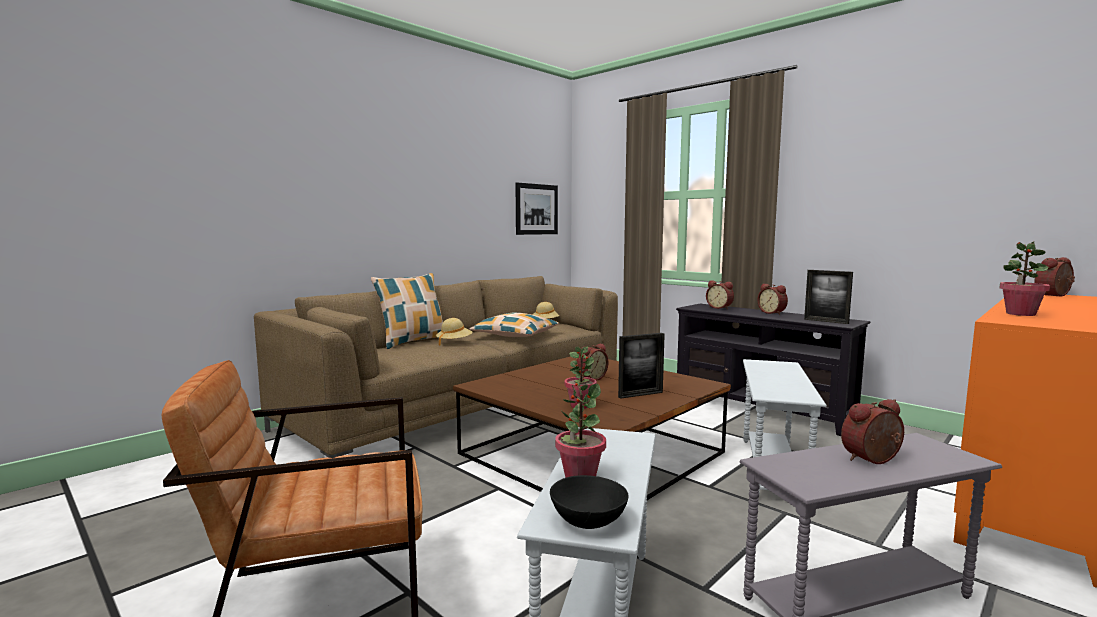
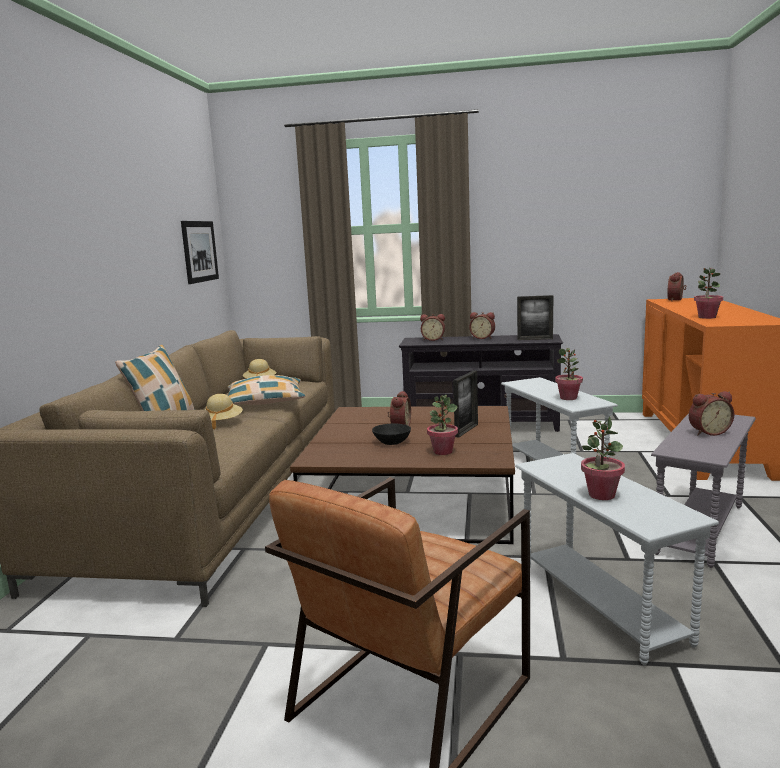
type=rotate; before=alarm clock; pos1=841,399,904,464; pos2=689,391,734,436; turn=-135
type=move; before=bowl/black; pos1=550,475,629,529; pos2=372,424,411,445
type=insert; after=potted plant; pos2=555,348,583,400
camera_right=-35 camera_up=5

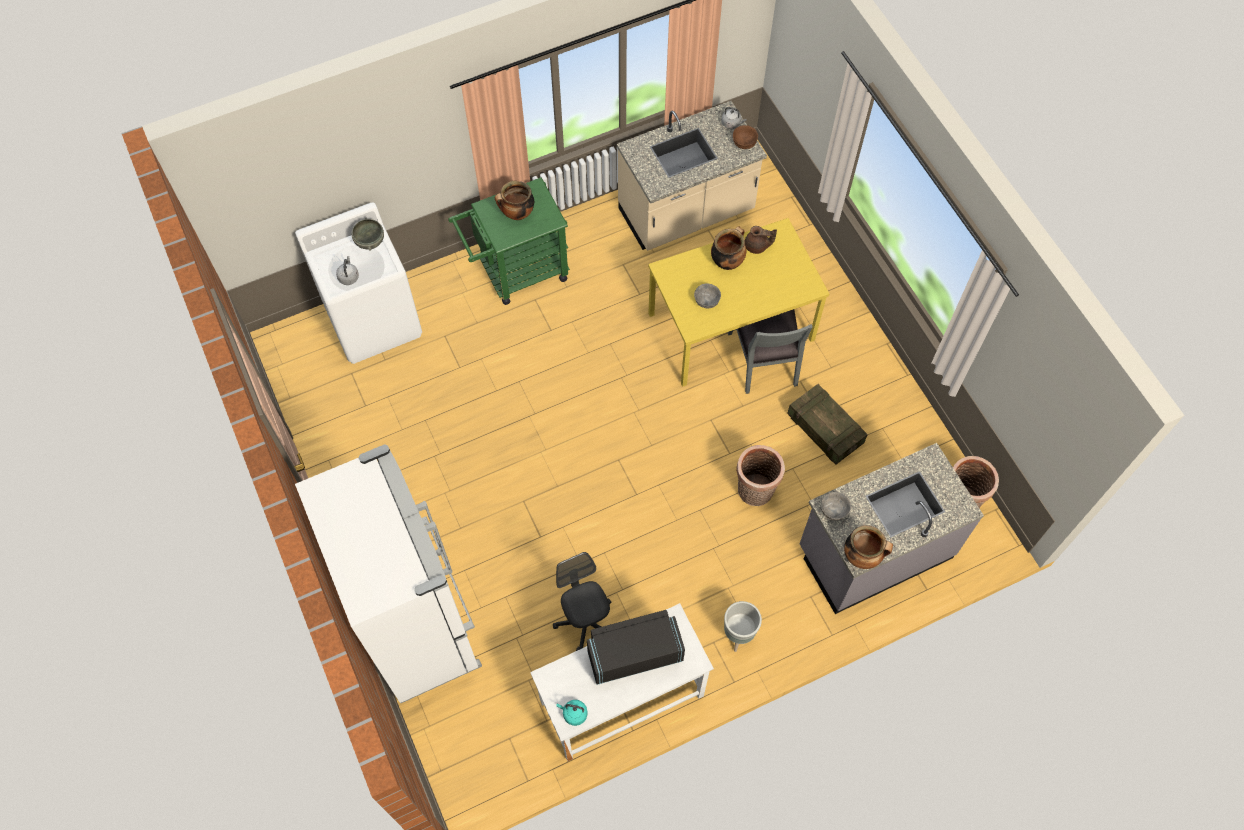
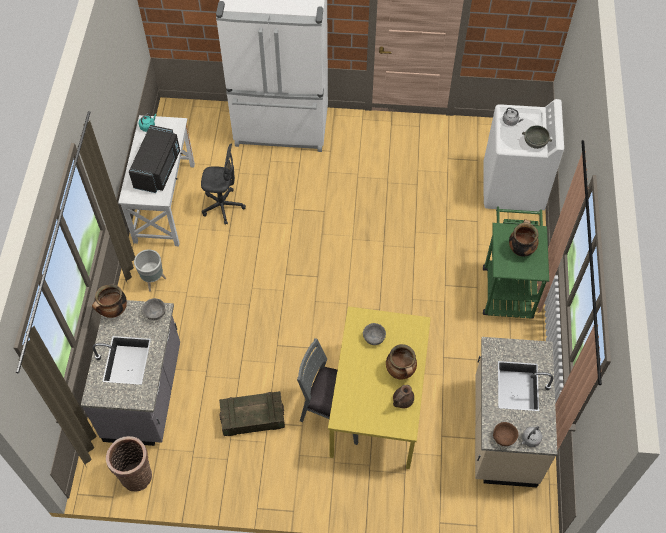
type=delete; before=basket; pos1=736,445,785,506
camera_right=120 camera_up=-5

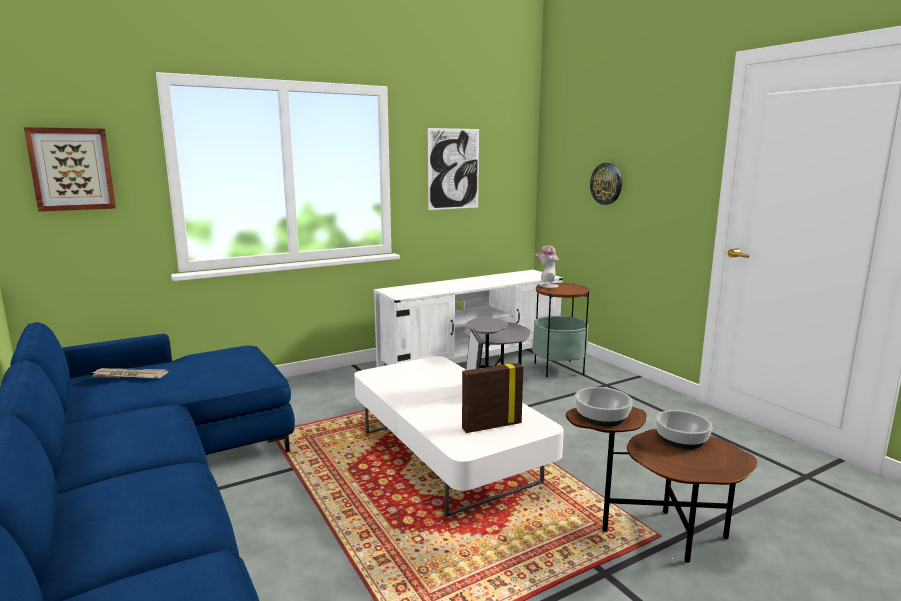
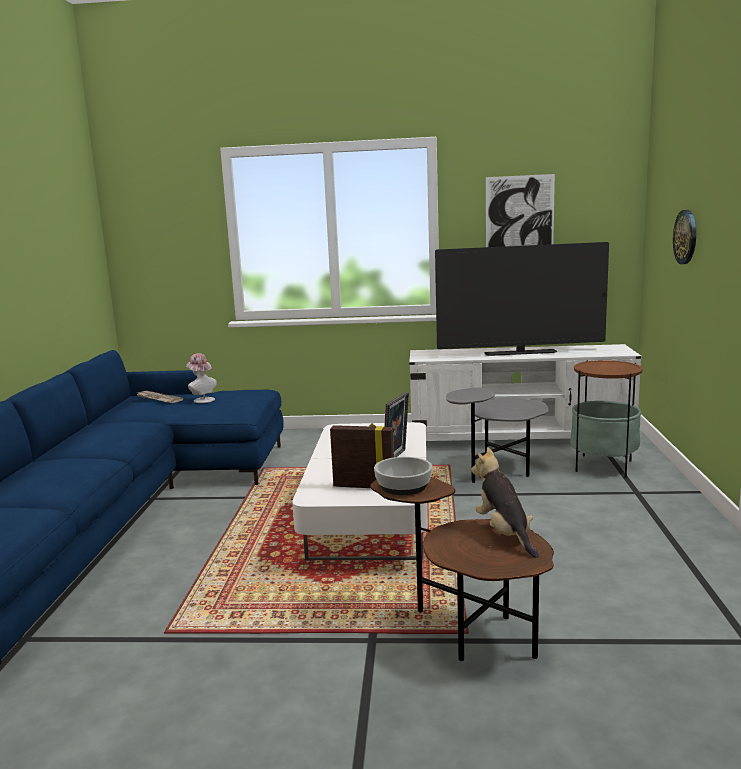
type=delete; before=picture; pos1=24,127,116,212
type=move; before=hat; pos1=535,245,559,288; pos2=186,353,217,403
type=replace; before=bowl; after=plush toy; pos1=656,410,712,449; pos2=471,447,539,558
type=insert; after=television; pos2=435,242,609,356
camera_right=35 camera_up=0

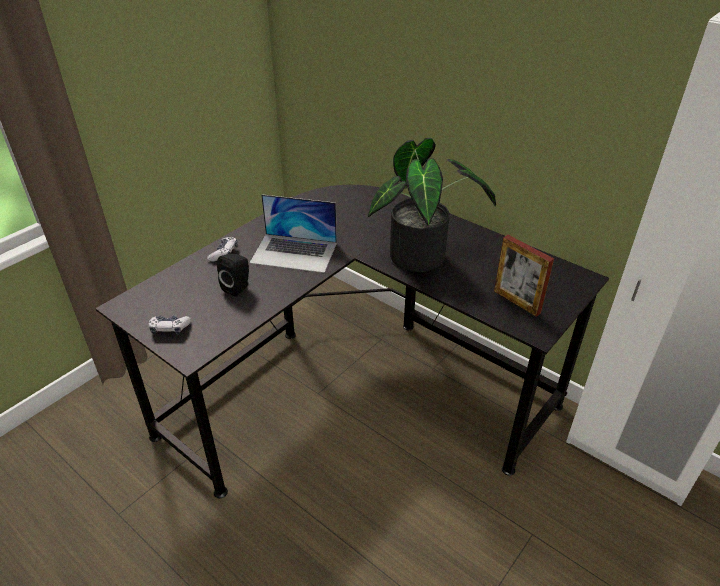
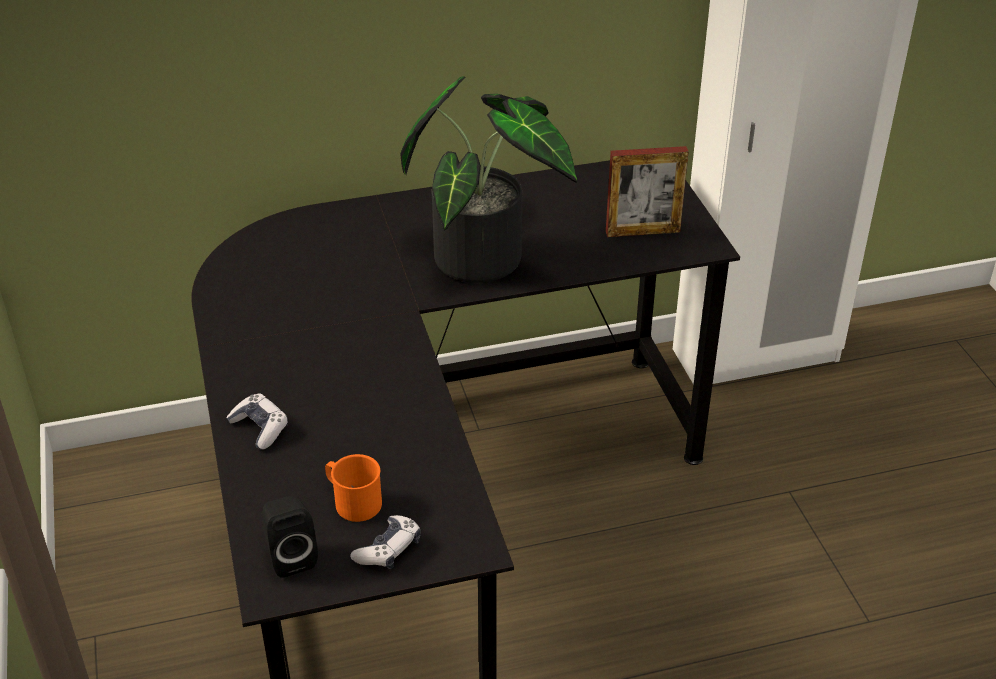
type=delete; before=laptop; pos1=250,194,337,273
type=move; before=speaker/black; pos1=217,254,249,297; pos2=262,496,318,578
type=insert; after=mug/orange; pos2=325,454,382,522
camera_right=-55 camera_up=0

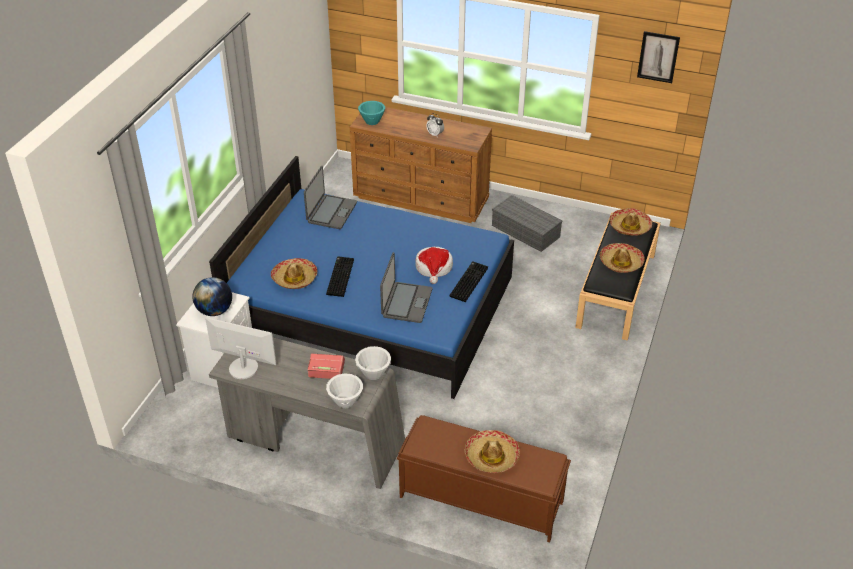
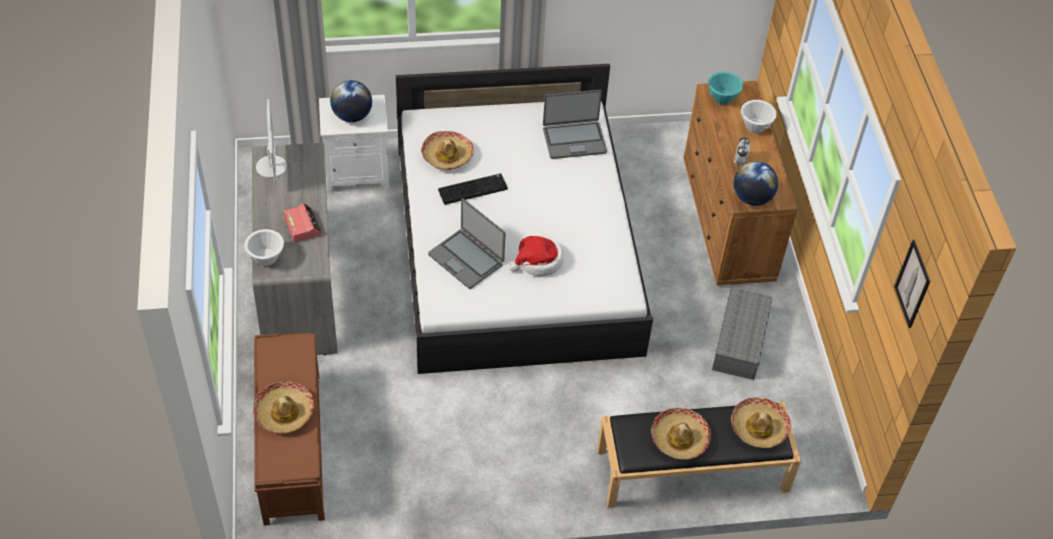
type=recolor; before=bed/blue; after=bed/white; pos1=209,156,514,399; pos2=396,64,653,374
type=rotate; before=laptop; pos1=380,252,432,323; pos2=428,198,506,289; turn=60
type=delete; before=keyboard; pos1=449,261,488,302
type=move; before=bowl/white; pos1=355,346,391,380; pos2=741,100,777,134
type=insert; after=globe; pos2=733,161,778,206
camera_right=60 camera_up=10

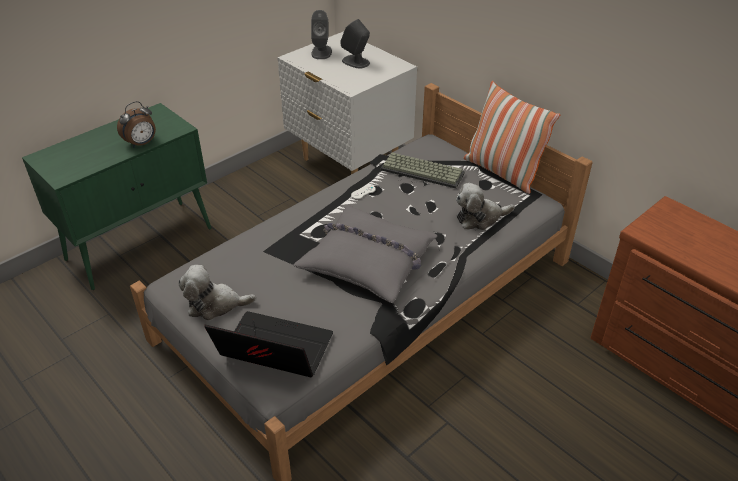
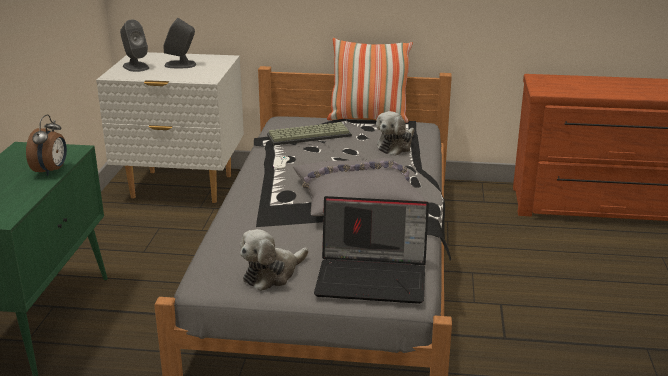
type=rotate; before=laptop; pos1=204,311,333,377; pos2=314,196,429,304; turn=-150
camera_right=-40 camera_up=-15

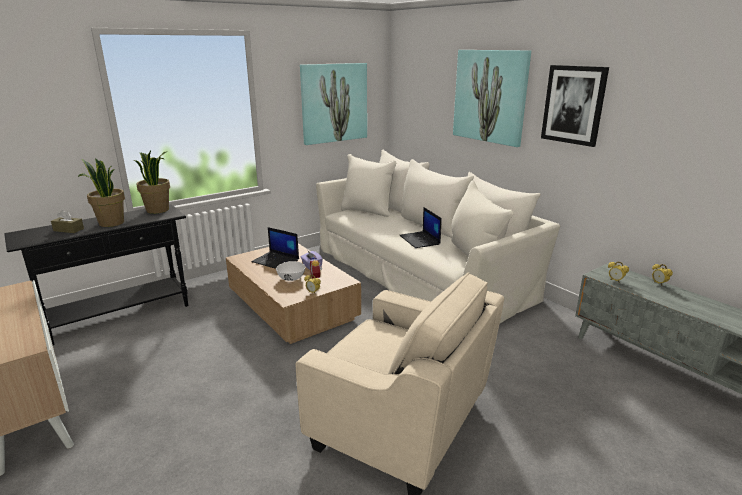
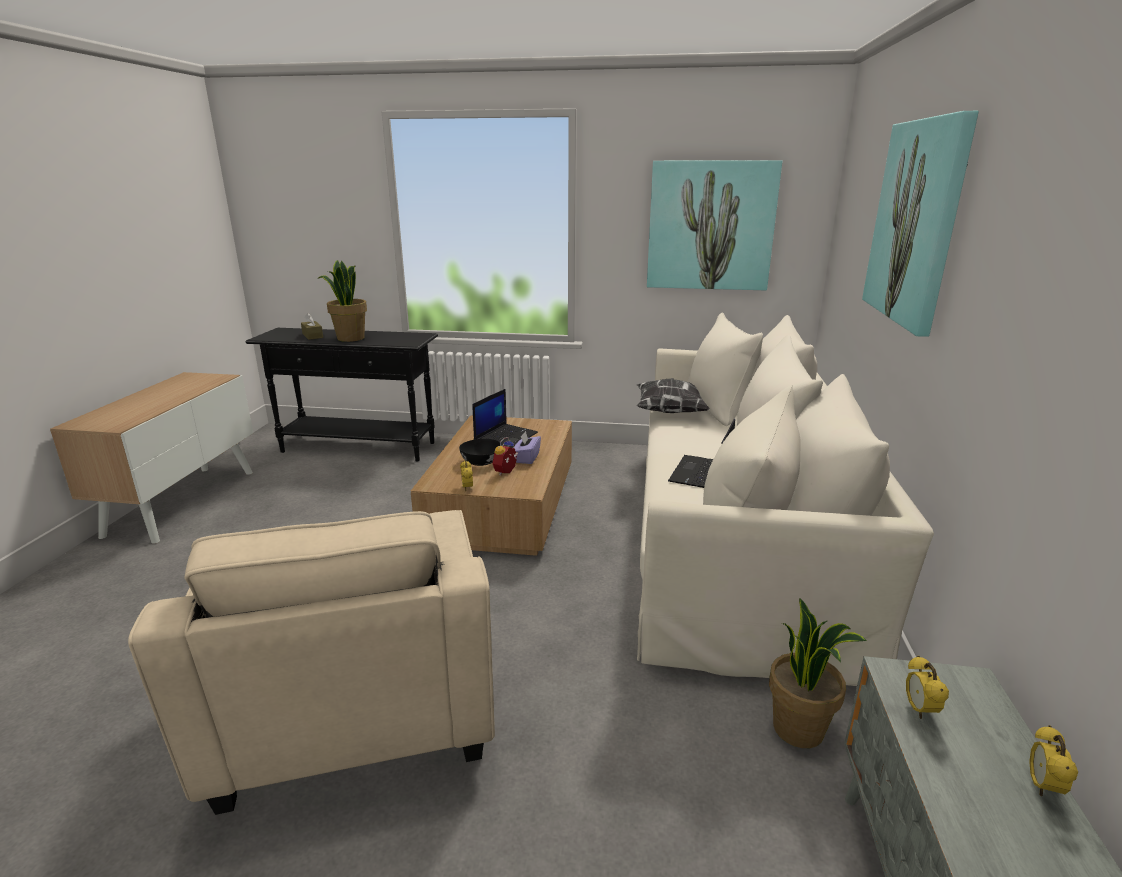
type=delete; before=picture; pos1=541,65,609,147
type=move; before=potted plant; pos1=134,150,170,214; pos2=769,598,867,748
type=rotate; before=laptop; pos1=251,227,299,269; pos2=472,389,538,448; turn=-135
type=recolor; before=bowl/white; after=bowl/black; pos1=276,261,305,281; pos2=459,439,500,466
type=insert; after=pillow; pos2=637,378,710,413
camera_right=45 camera_up=0

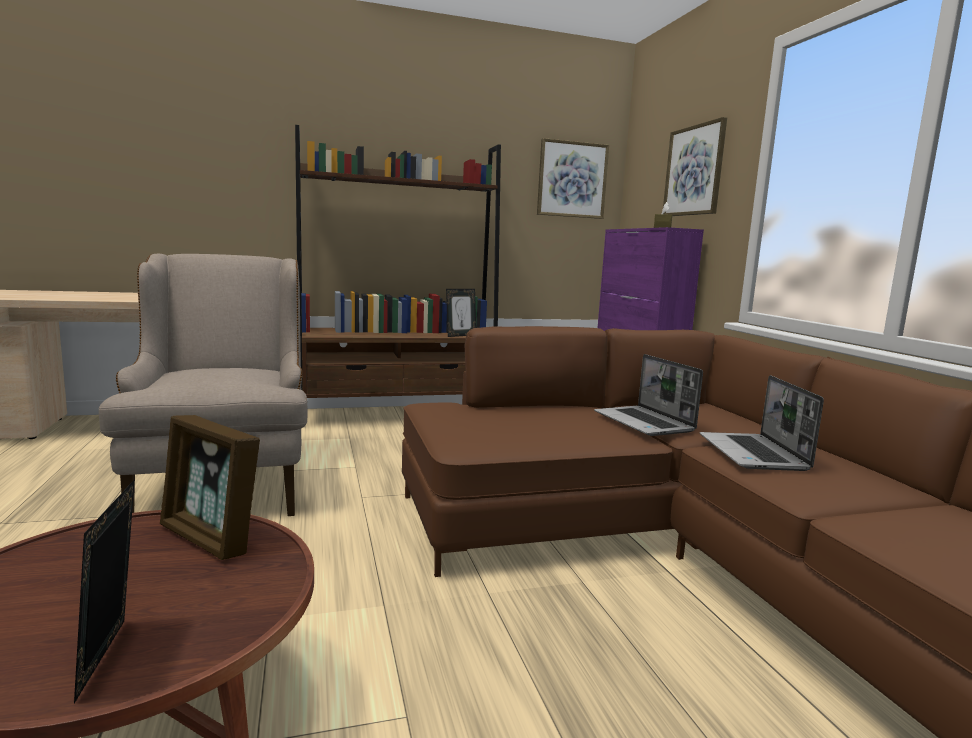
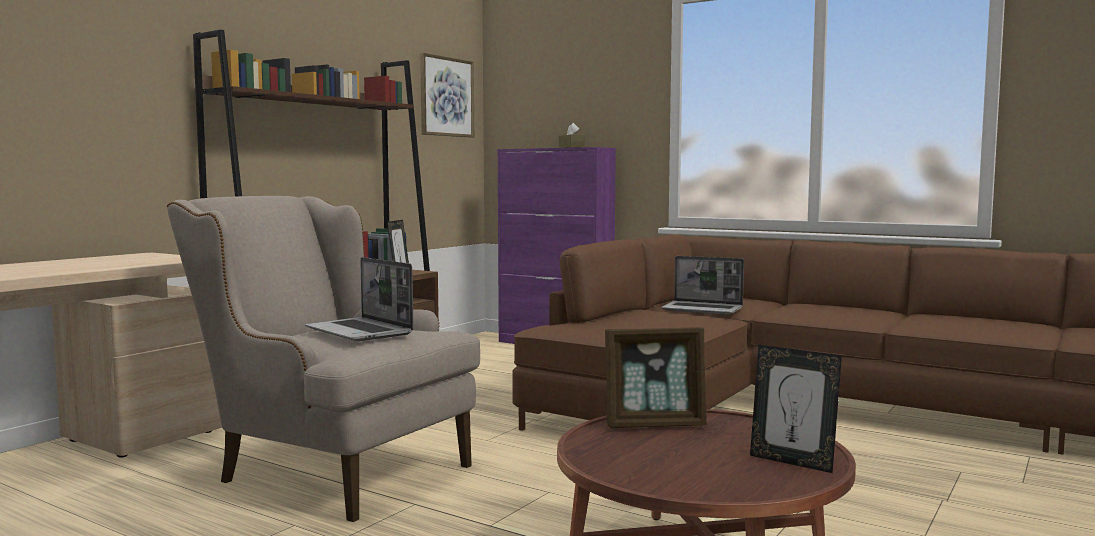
type=delete; before=picture; pos1=663,117,727,216
type=move; before=laptop; pos1=700,375,824,471; pos2=305,257,414,341
camera_right=-40 camera_up=-5

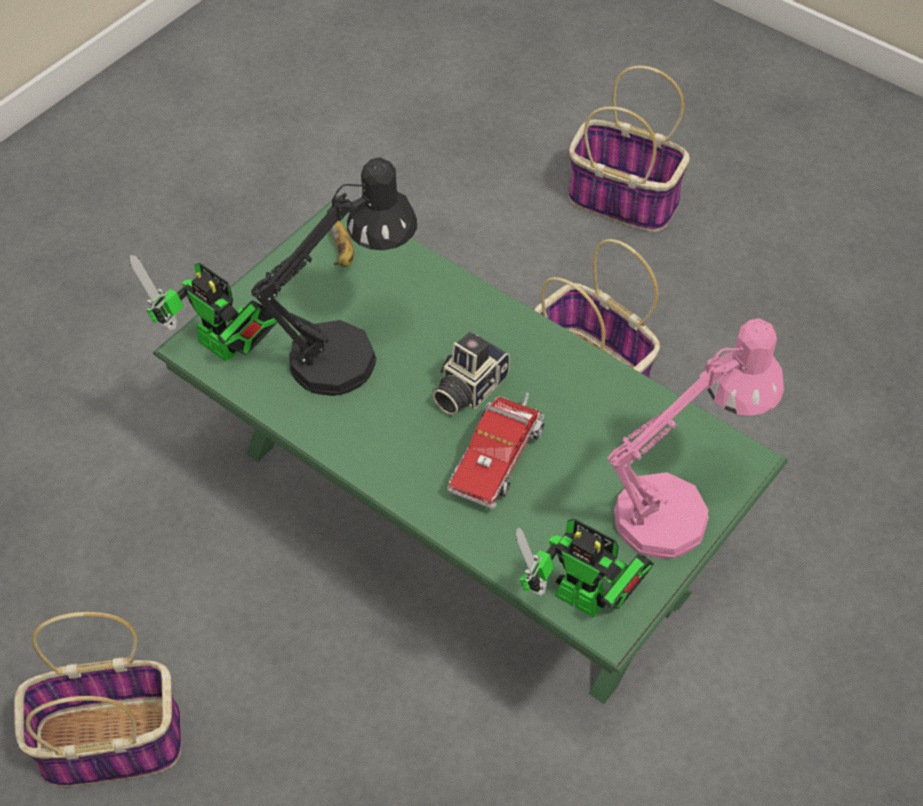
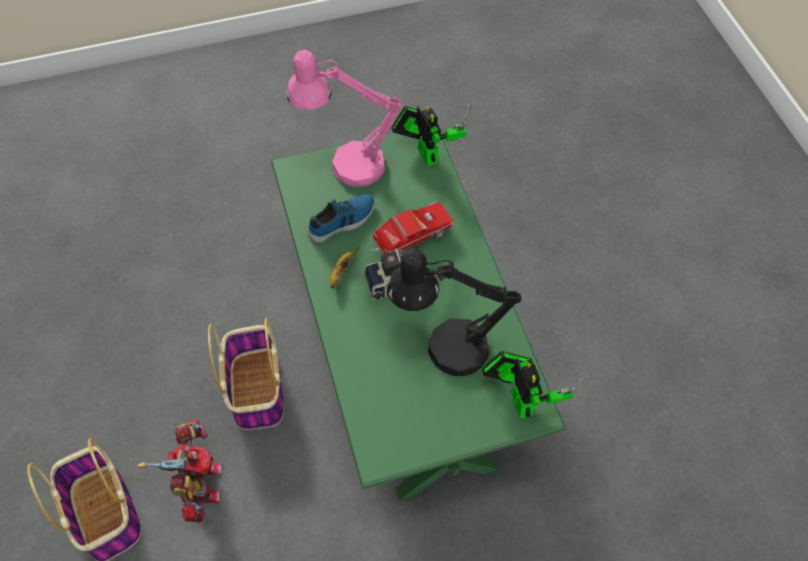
type=move; before=banana; pos1=330,221,354,267; pos2=330,247,360,288
type=delete; before=basket; pos1=14,612,182,787
type=insert; after=shoe; pos2=308,194,375,243
type=insert; after=toy robot; pos2=137,419,222,523
camera_right=-145 camera_up=5

